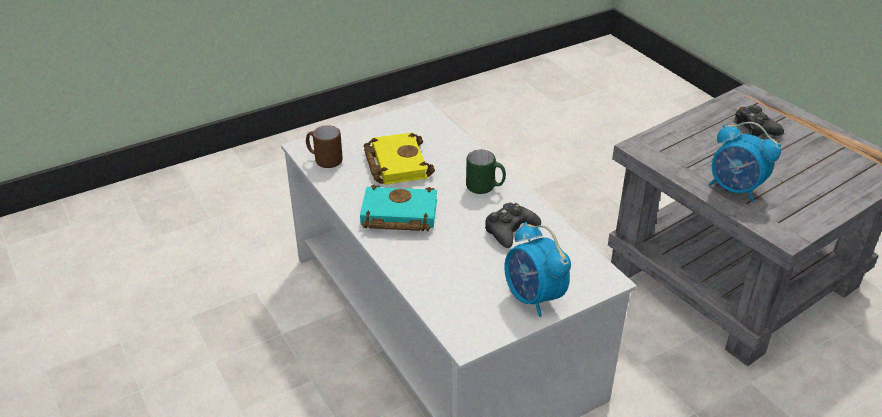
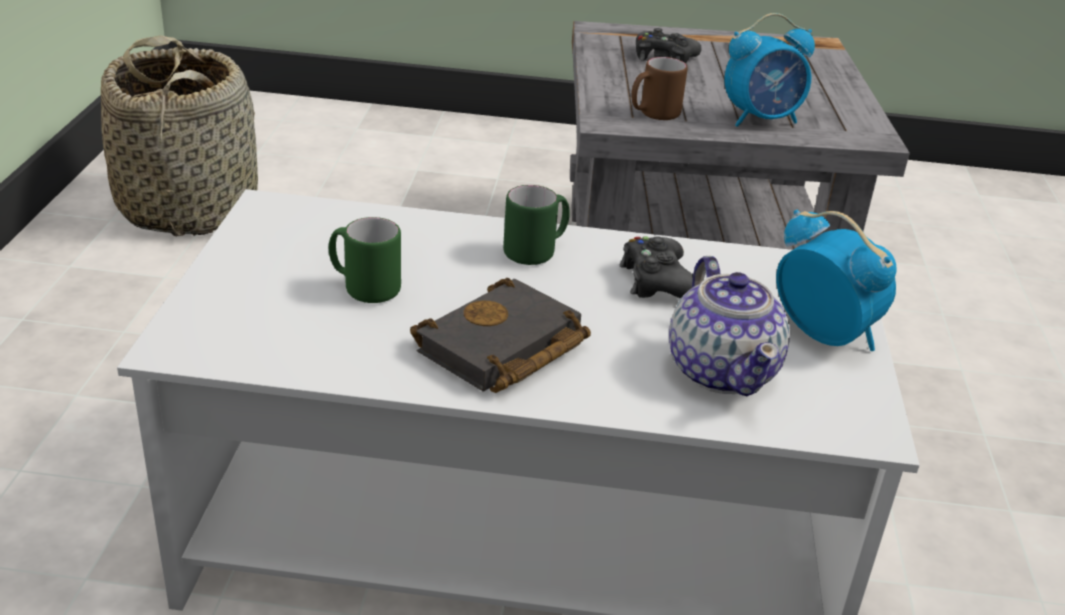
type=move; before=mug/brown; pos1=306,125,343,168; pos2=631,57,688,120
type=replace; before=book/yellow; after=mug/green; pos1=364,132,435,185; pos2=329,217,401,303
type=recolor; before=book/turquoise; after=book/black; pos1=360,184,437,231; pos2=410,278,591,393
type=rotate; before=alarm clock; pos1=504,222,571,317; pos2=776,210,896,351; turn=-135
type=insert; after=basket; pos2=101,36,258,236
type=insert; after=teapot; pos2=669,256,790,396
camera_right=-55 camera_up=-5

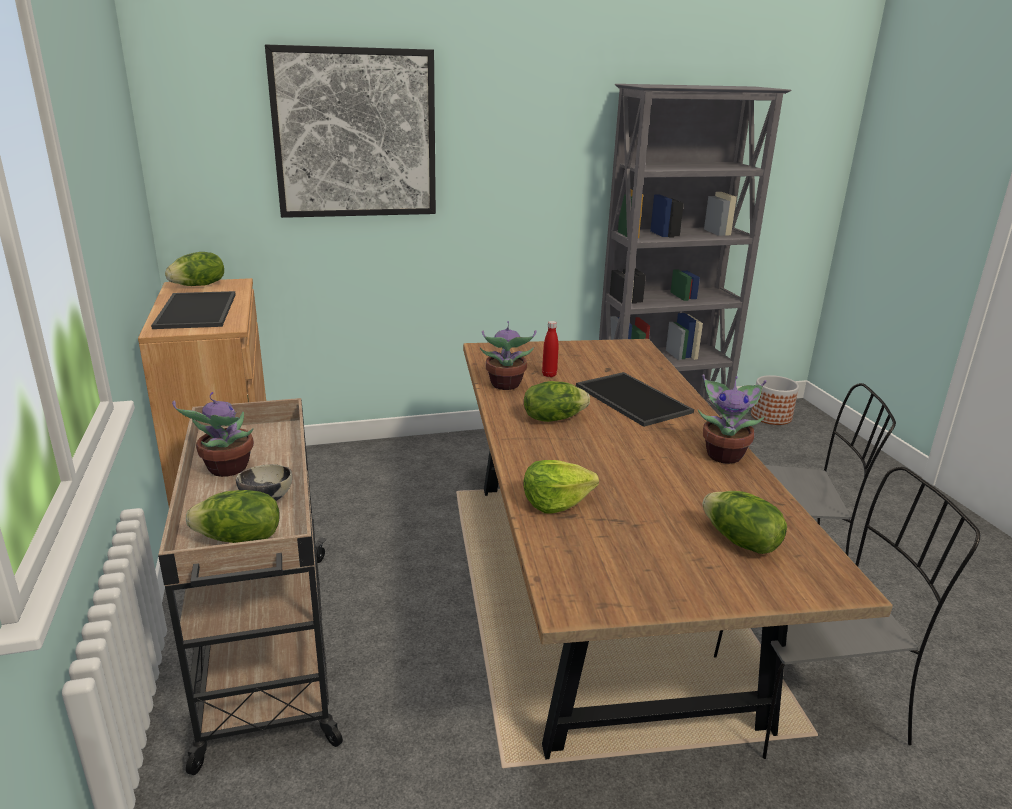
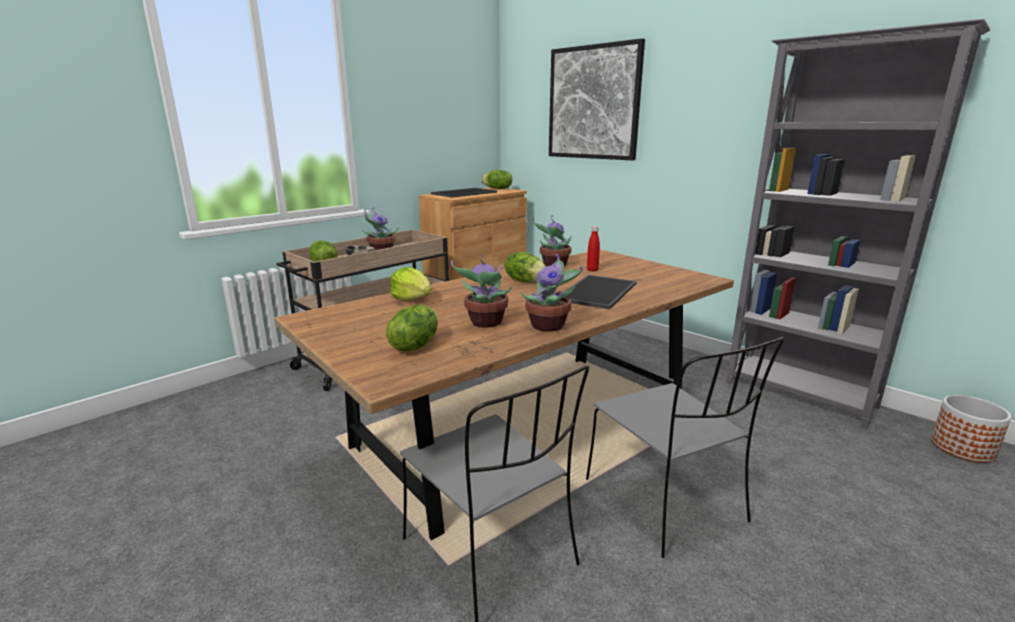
type=insert; after=potted plant; pos2=450,254,512,328
camera_right=60 camera_up=-5

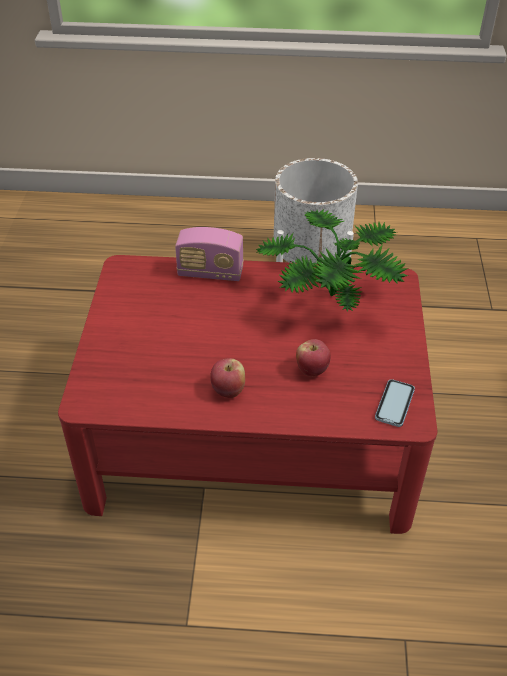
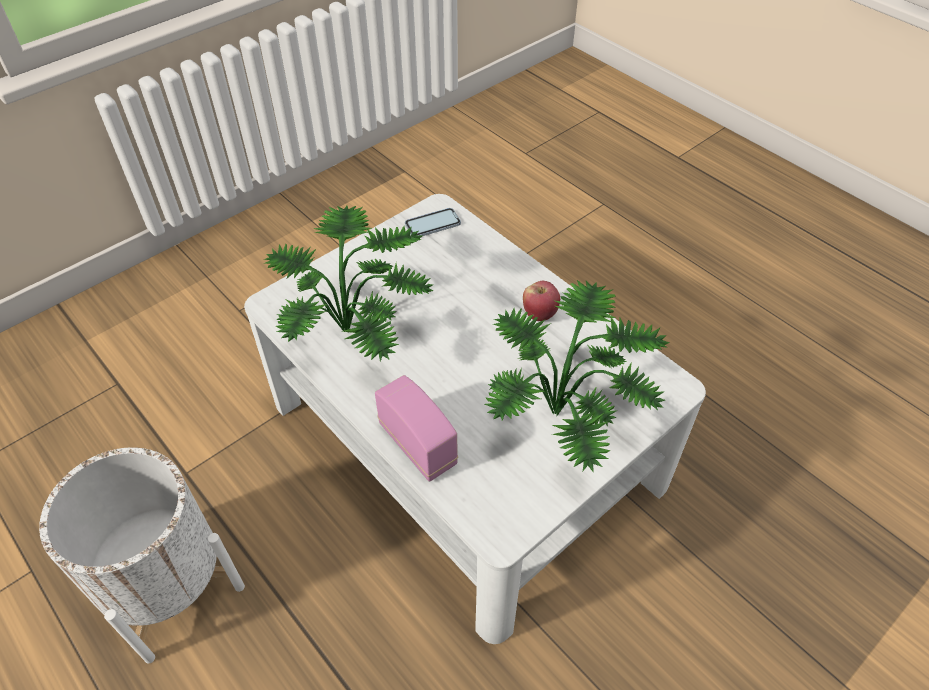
type=recolor; before=coffee table/red; after=coffee table/white; pos1=58,255,437,534; pos2=244,194,706,644
type=delete; before=apple; pos1=296,339,331,377
type=insert; after=potted plant; pos2=485,280,670,471
camera_right=-135 camera_up=5

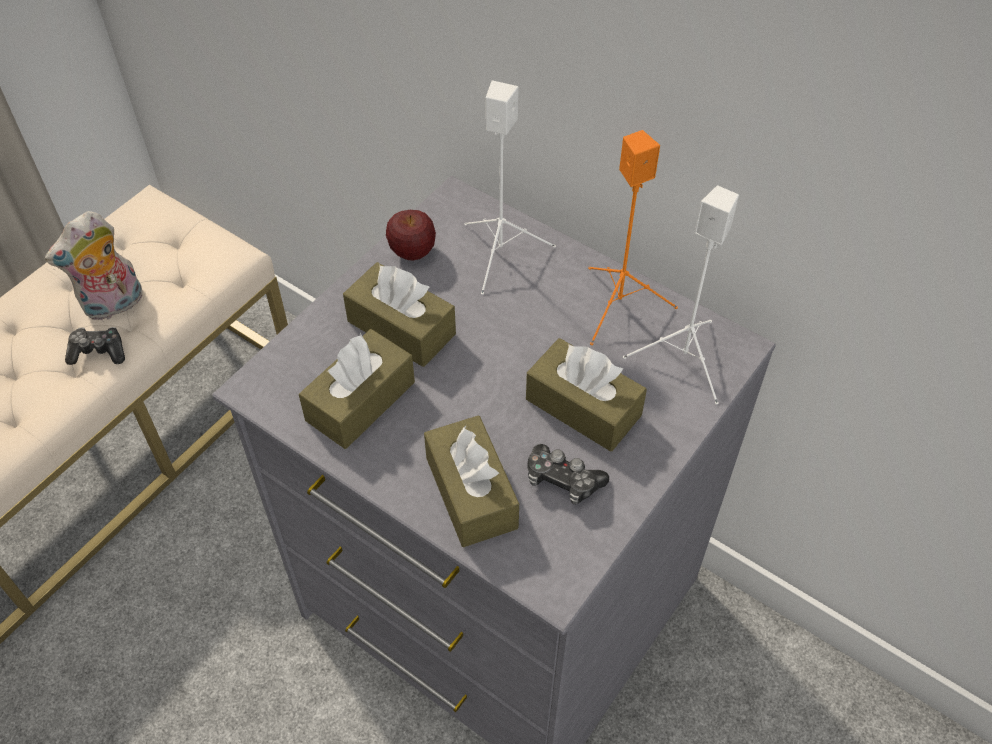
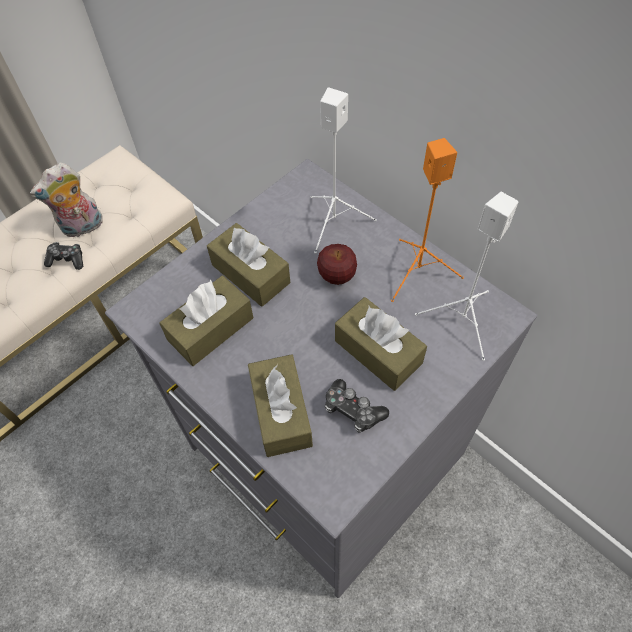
type=move; before=apple; pos1=386,210,436,260; pos2=317,244,357,285
camera_right=10 camera_up=5

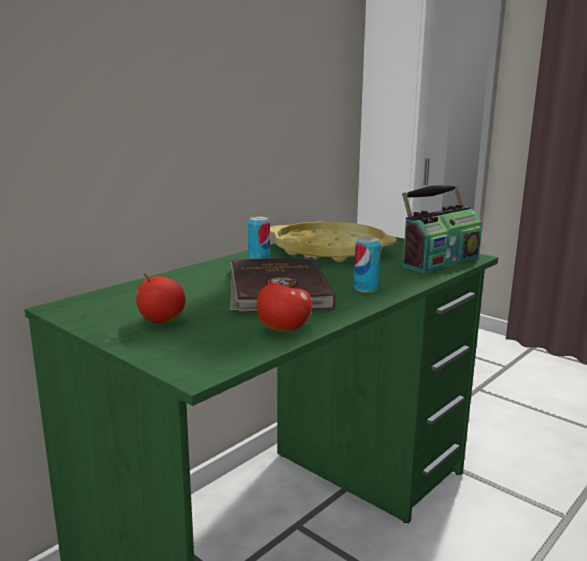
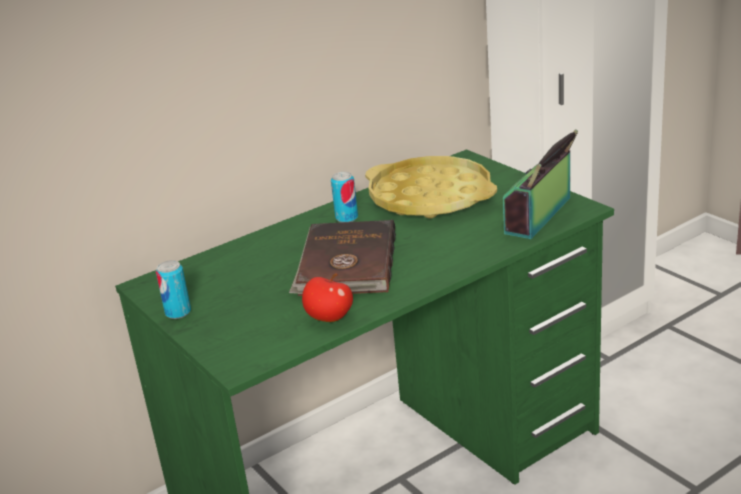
type=rotate; before=radio; pos1=402,184,482,273; pos2=503,130,578,239; turn=150
type=move; before=can; pos1=354,237,381,293; pos2=156,260,191,319
type=delete; before=apple; pos1=136,273,185,323
camera_right=15 camera_up=10

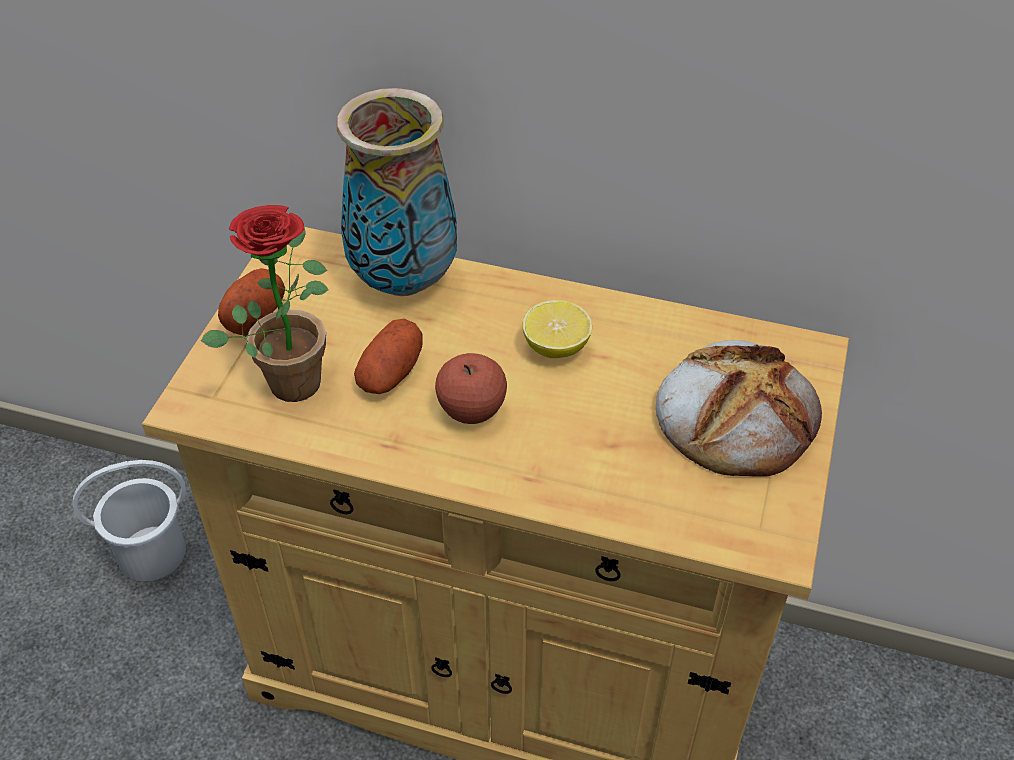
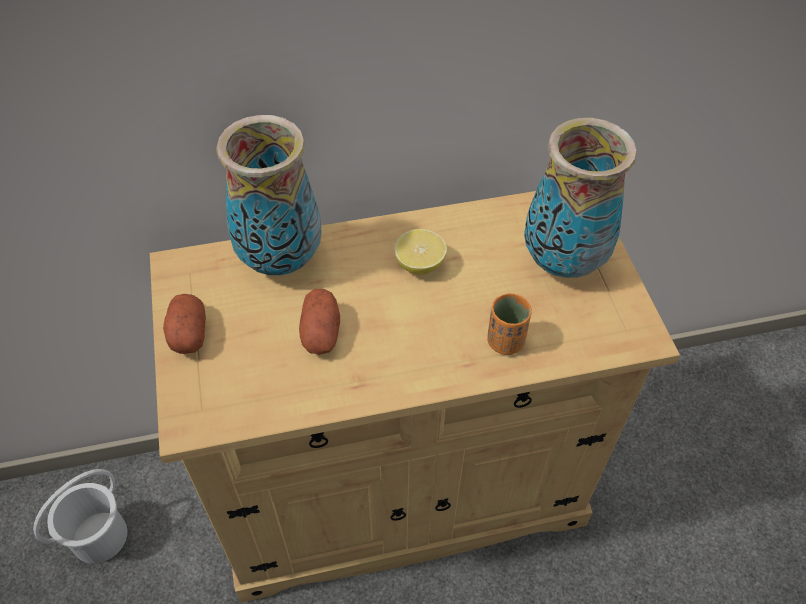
type=delete; before=potted plant; pos1=201,205,329,402
type=replace; before=bread; after=vase; pos1=656,340,822,477; pos2=524,118,637,278
type=delete; before=apple; pos1=435,353,507,424
type=insert; after=cup/orange; pos2=487,293,532,355
camera_right=-30 camera_up=5

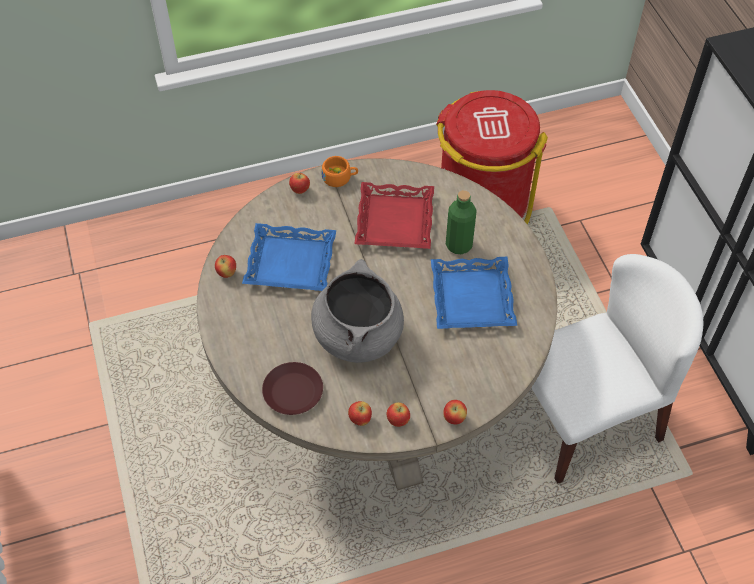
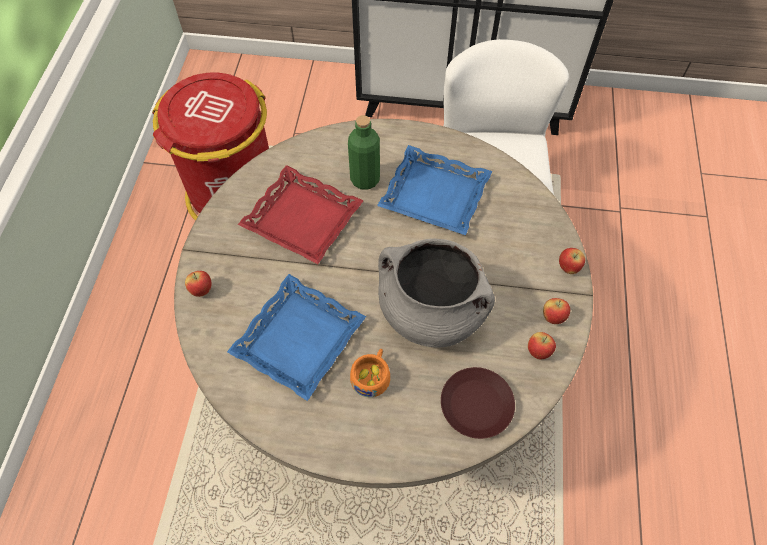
type=move; before=cup/orange; pos1=322,156,358,187; pos2=350,349,390,397
type=delete; before=apple; pos1=215,255,236,278
camera_right=-65 camera_up=5

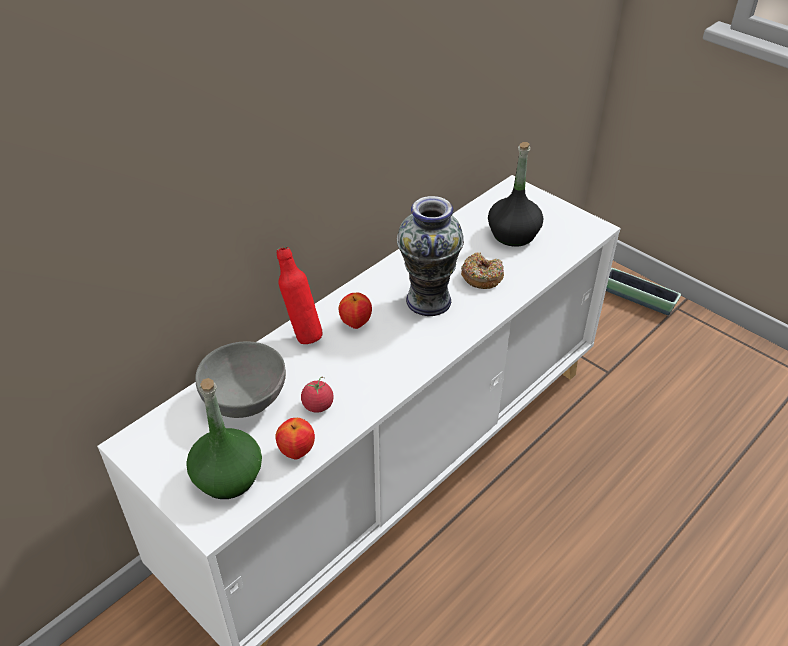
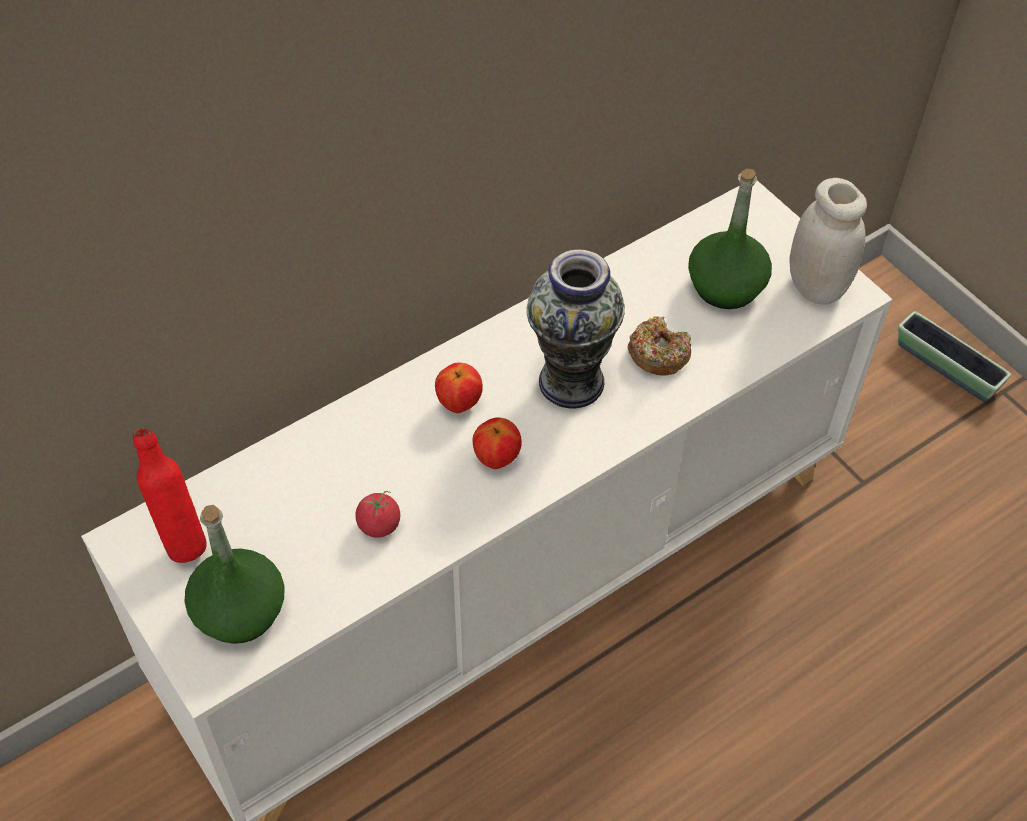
type=recolor; before=bottle/black; after=bottle/green; pos1=488,142,543,247; pos2=688,169,772,309
type=move; before=bottle/red; pos1=277,246,322,344; pos2=133,427,207,563
type=delete; before=bowl/grey; pos1=195,342,286,418
type=move; before=apple; pos1=276,418,315,459; pos2=472,417,522,469
type=insert; after=jar/white; pos2=789,178,867,305
camera_right=10 camera_up=10

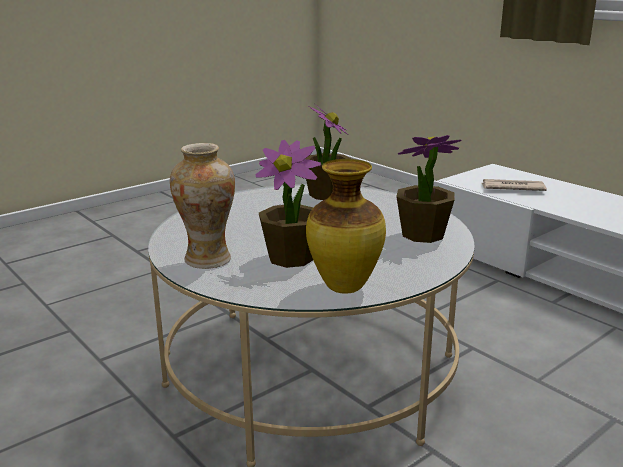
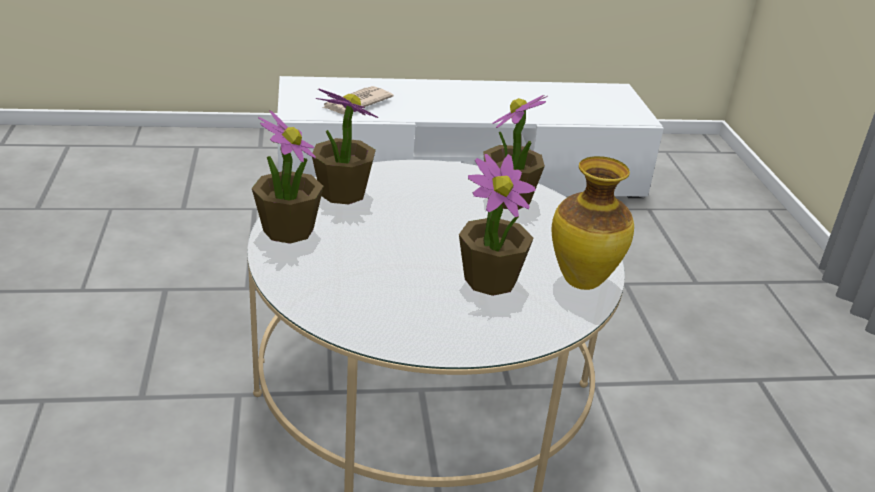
type=delete; before=vase; pos1=170,143,235,269
type=insert; after=potted plant; pos2=252,110,324,244
camera_right=-60 camera_up=10

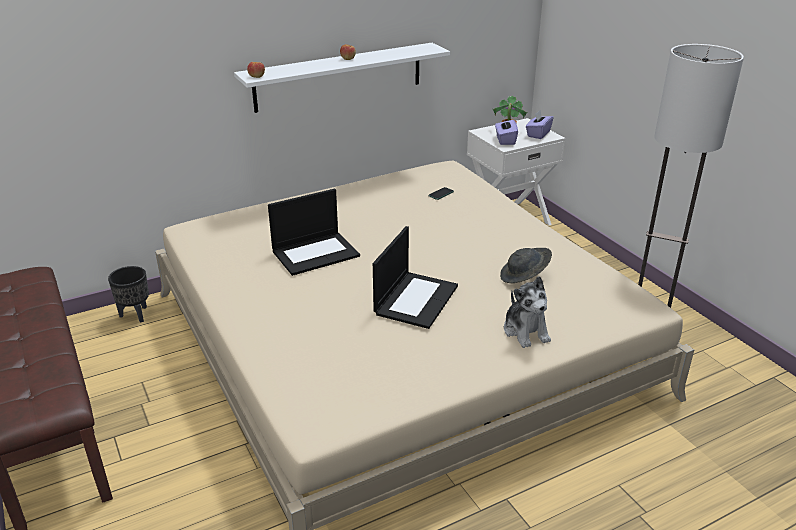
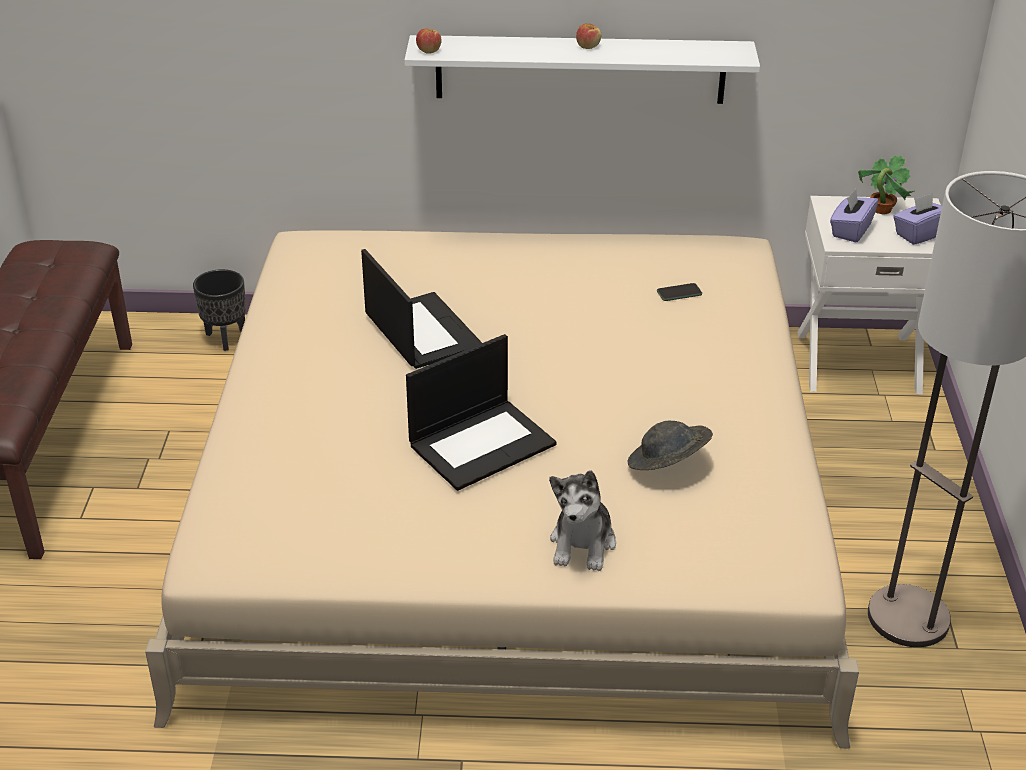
type=rotate; before=laptop; pos1=268,189,360,276; pos2=361,249,482,369; turn=-120
camera_right=30 camera_up=5

